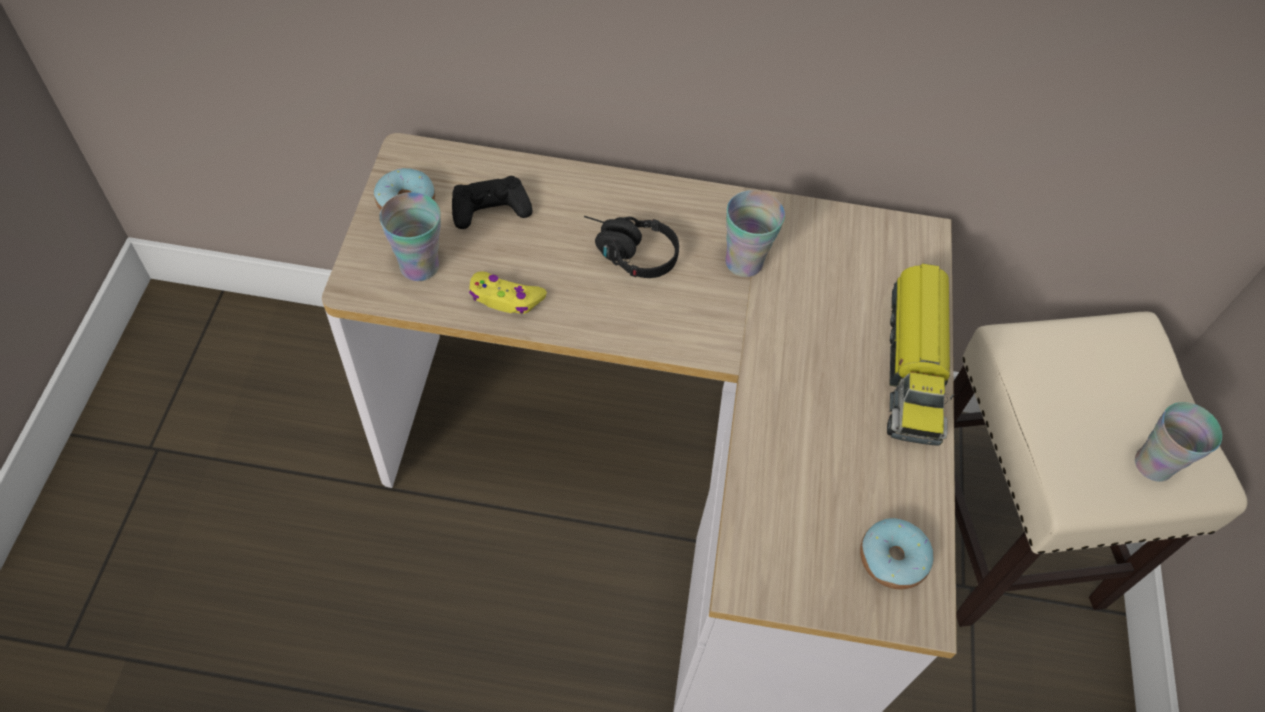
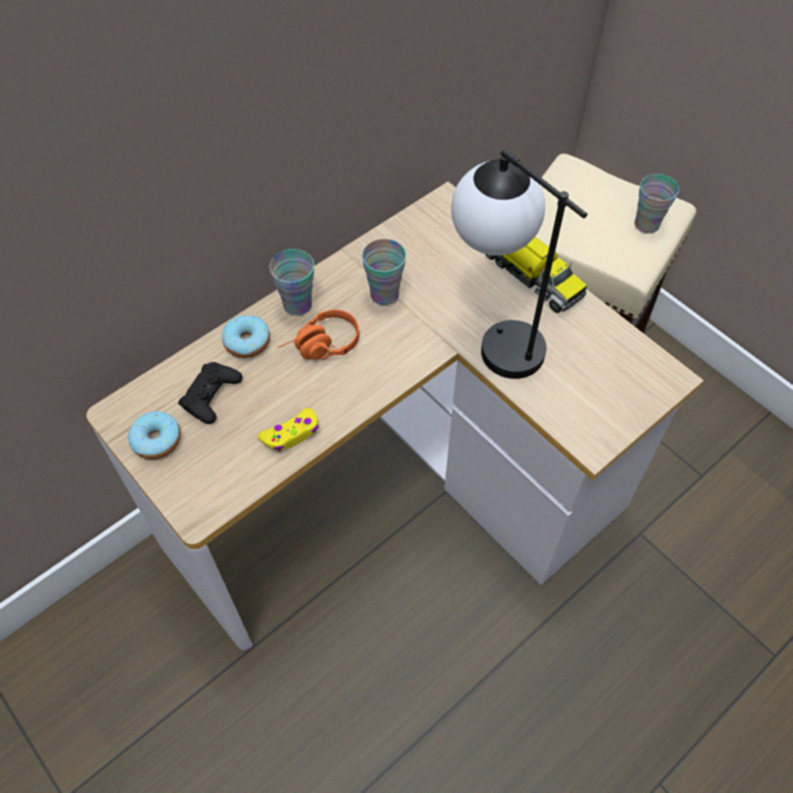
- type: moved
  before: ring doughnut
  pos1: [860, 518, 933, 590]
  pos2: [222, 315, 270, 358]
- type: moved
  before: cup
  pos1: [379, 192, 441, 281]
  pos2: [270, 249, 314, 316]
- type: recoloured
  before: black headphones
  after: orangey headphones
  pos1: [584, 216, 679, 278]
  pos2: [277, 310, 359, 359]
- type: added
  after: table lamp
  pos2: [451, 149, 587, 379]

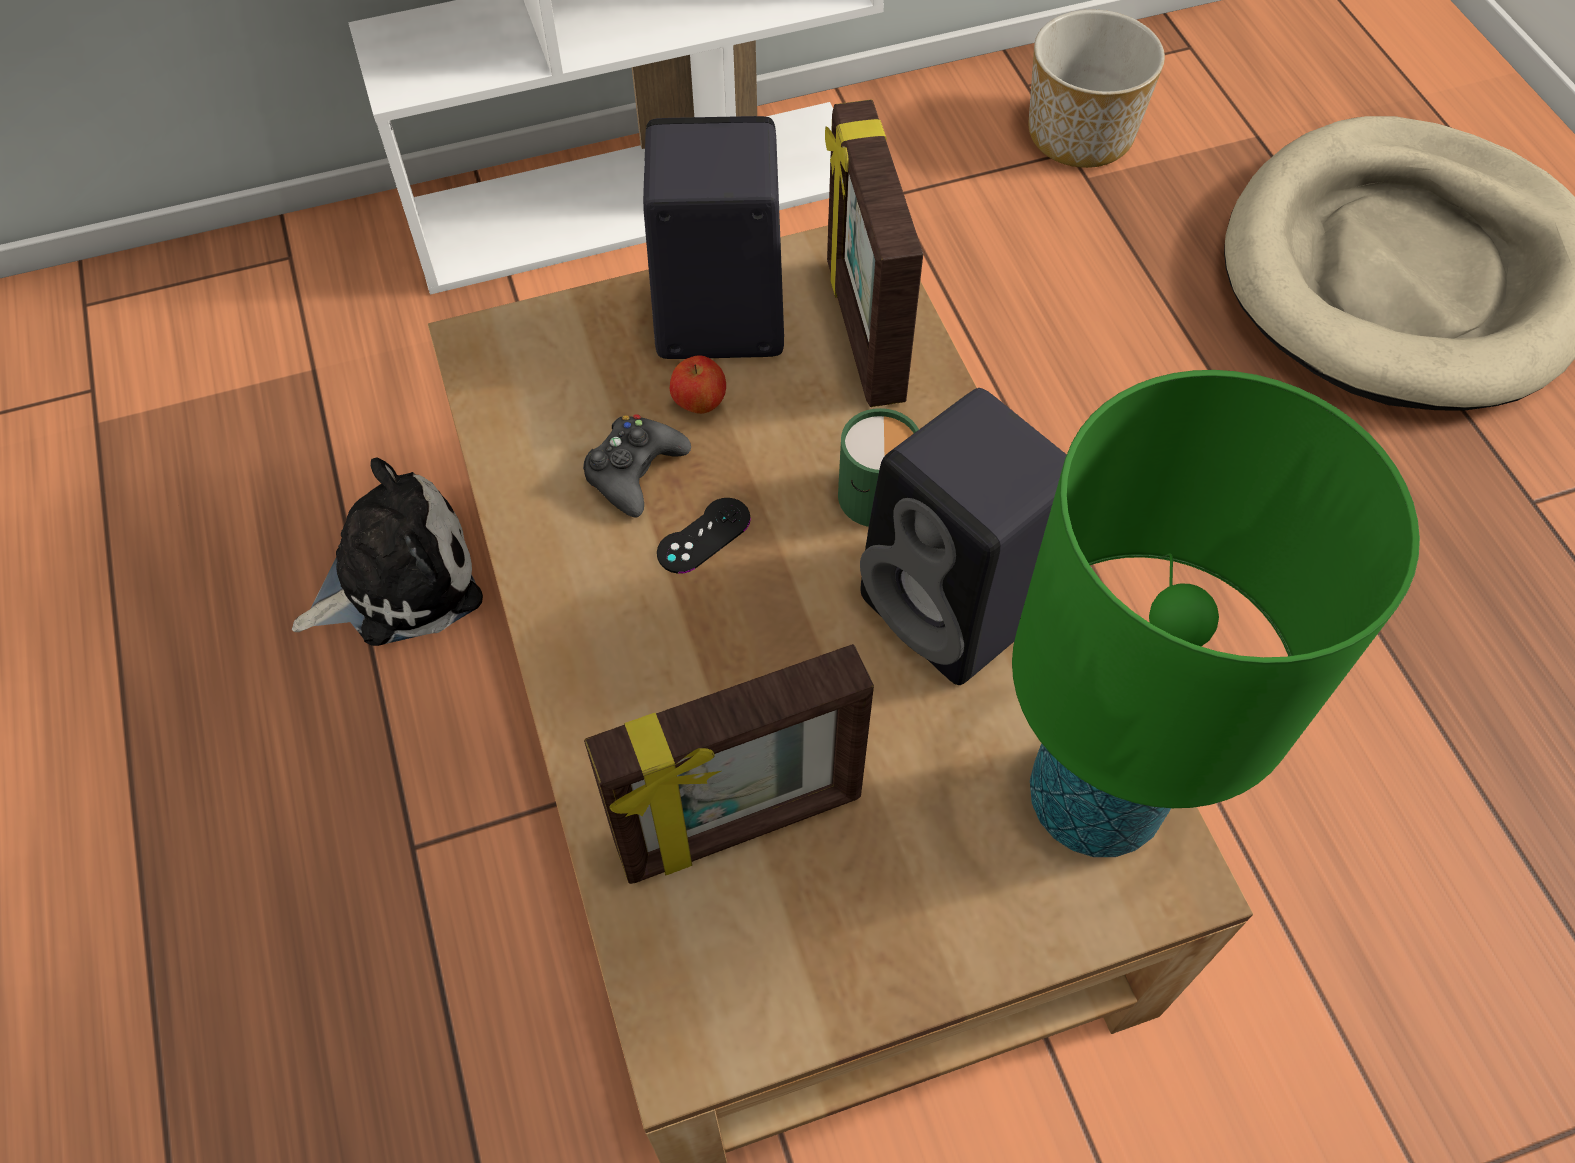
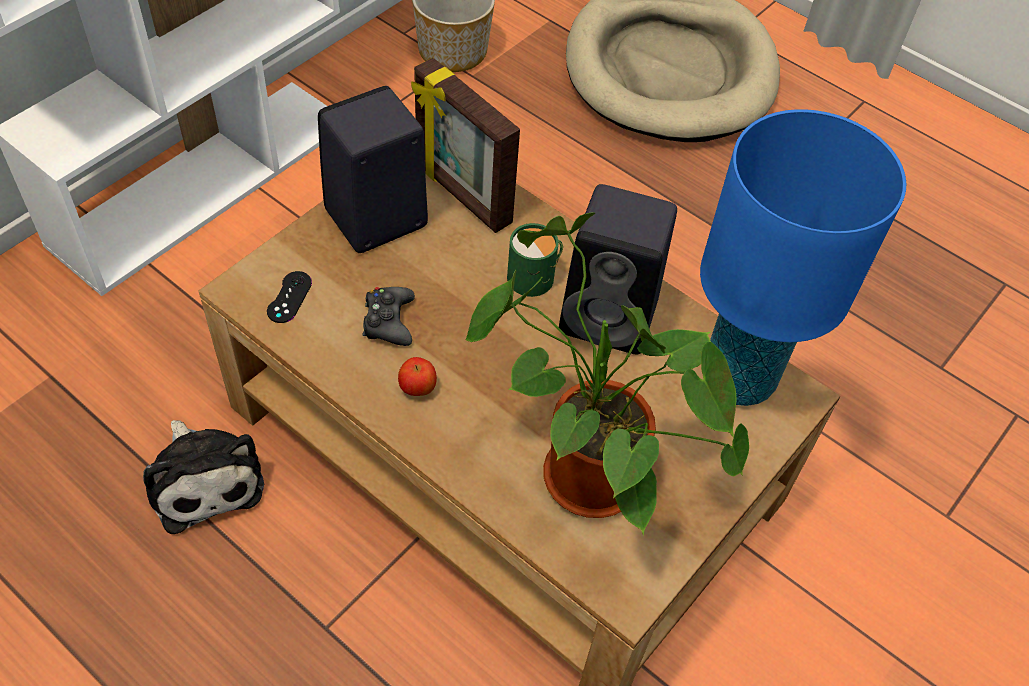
- type: turned
  before: cuddly toy
  pos1: [292, 457, 483, 646]
  pos2: [143, 420, 264, 534]
  turn: 120
- type: moved
  before: black joypad
  pos1: [657, 498, 751, 574]
  pos2: [267, 271, 312, 323]
- type: moved
  before: apple fruit
  pos1: [670, 355, 726, 414]
  pos2: [398, 357, 437, 396]
- type: replaced
  before: picture frame
  after: potted plant
  pos1: [584, 644, 874, 884]
  pos2: [466, 212, 749, 536]
- type: recoloured
  before: green table lamp
  after: bluish table lamp
  pos1: [1012, 370, 1420, 857]
  pos2: [700, 109, 906, 406]

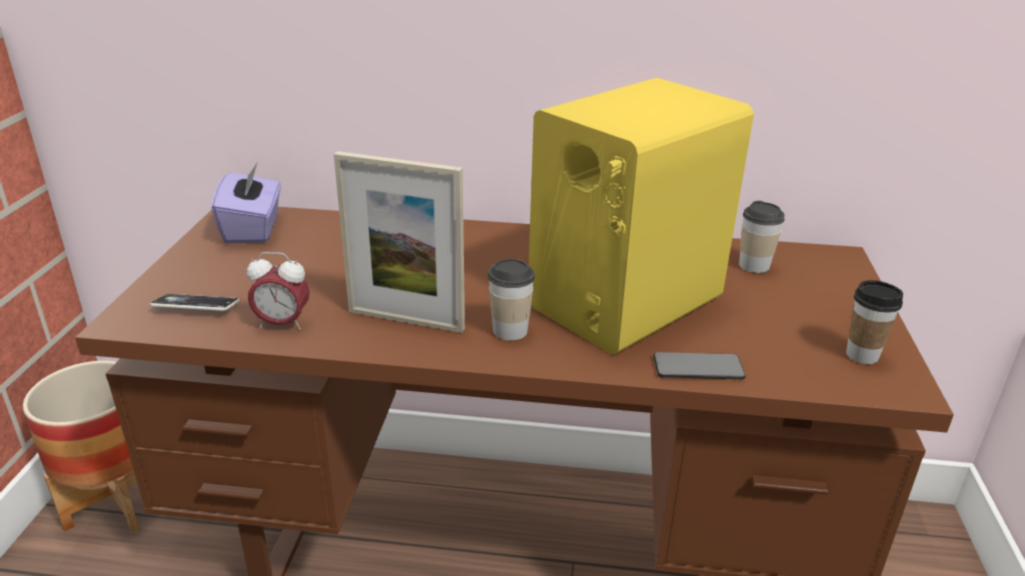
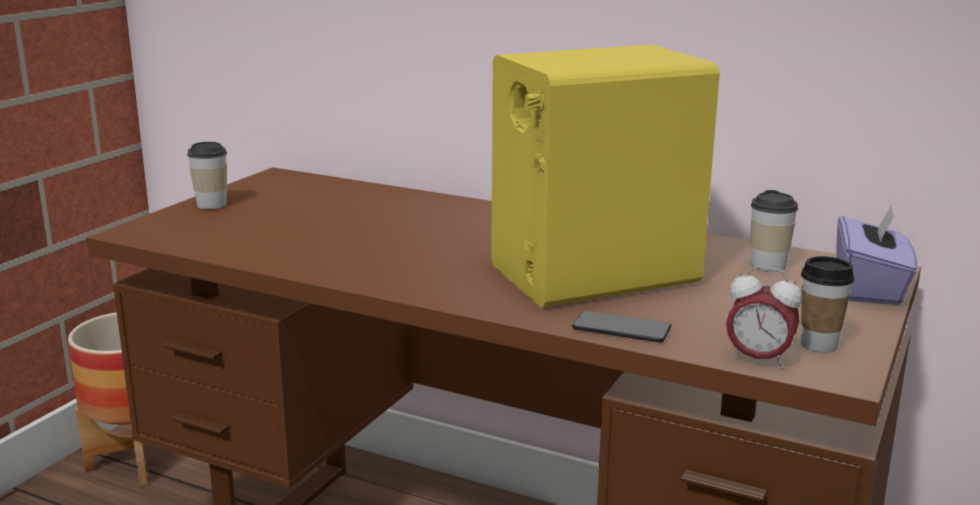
- type: moved
  before: cup
  pos1: [488, 259, 535, 341]
  pos2: [187, 142, 227, 209]
- type: moved
  before: bedside clock
  pos1: [247, 252, 310, 330]
  pos2: [726, 266, 802, 369]
- type: moved
  before: purplish tissue holder
  pos1: [212, 162, 281, 244]
  pos2: [836, 205, 918, 305]
- type: removed
  before: telephone
  pos1: [150, 294, 239, 311]
- type: removed
  before: picture frame
  pos1: [334, 151, 465, 333]

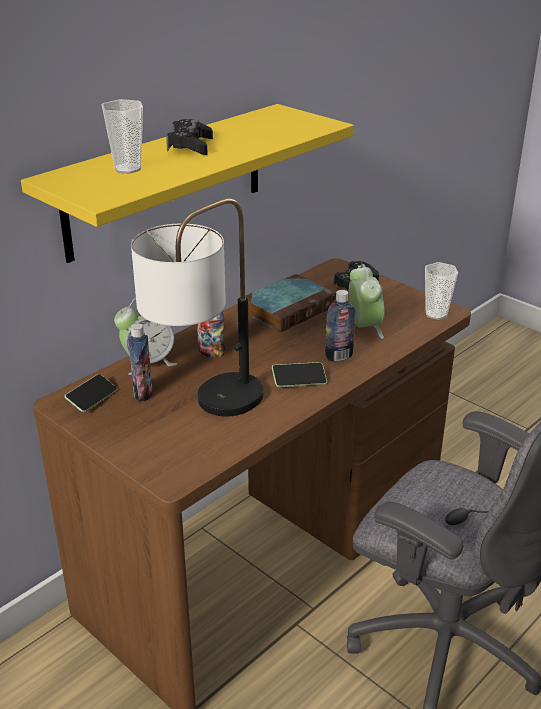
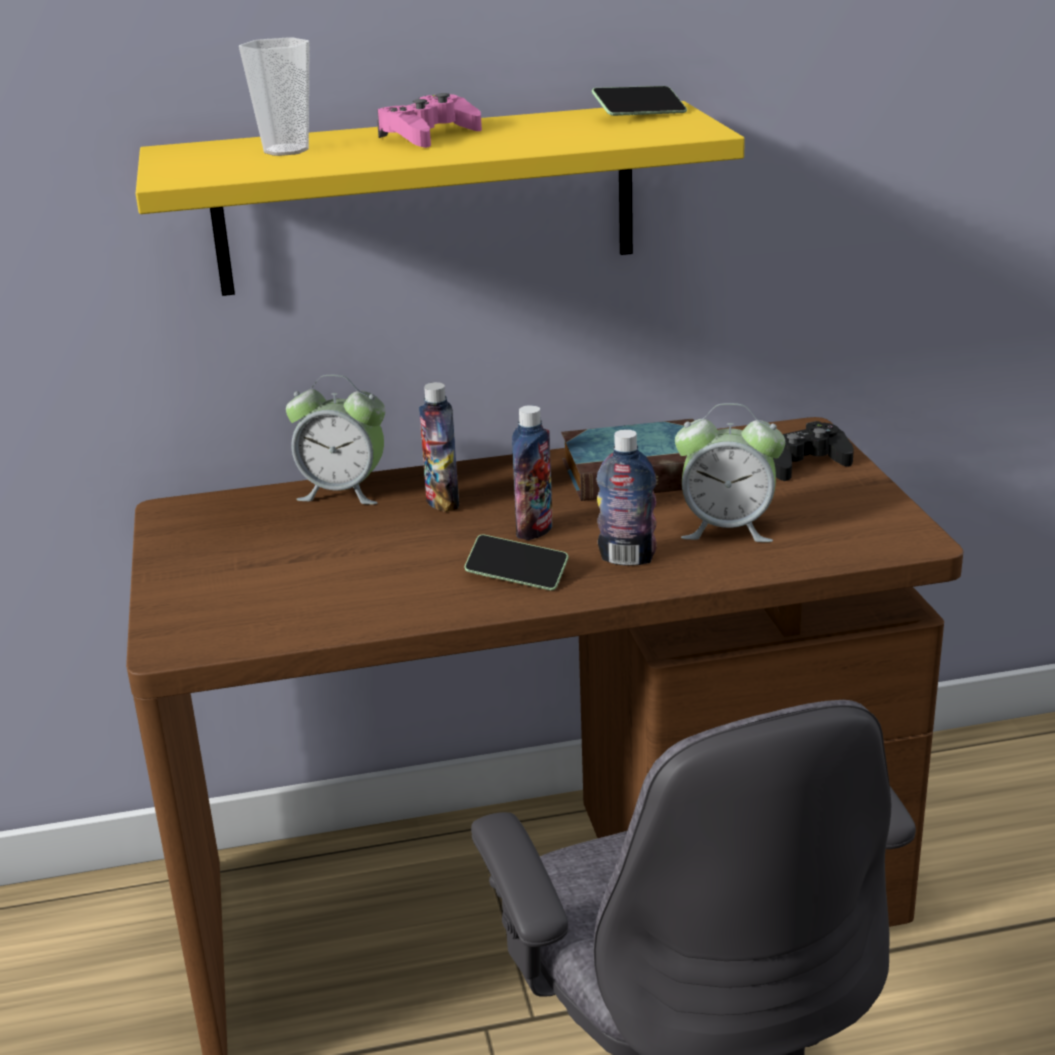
- type: recoloured
  before: black joypad
  after: pink-coloured joypad
  pos1: [166, 119, 213, 155]
  pos2: [377, 93, 482, 148]
- type: moved
  before: drink bottle
  pos1: [128, 323, 153, 401]
  pos2: [512, 405, 553, 540]
- type: moved
  before: telephone
  pos1: [65, 374, 117, 412]
  pos2: [592, 86, 687, 116]
- type: turned
  before: bedside clock
  pos1: [349, 264, 385, 339]
  pos2: [675, 403, 785, 542]
  turn: 75
- type: removed
  before: table lamp
  pos1: [131, 198, 263, 416]
- type: removed
  before: cup
  pos1: [425, 262, 458, 320]

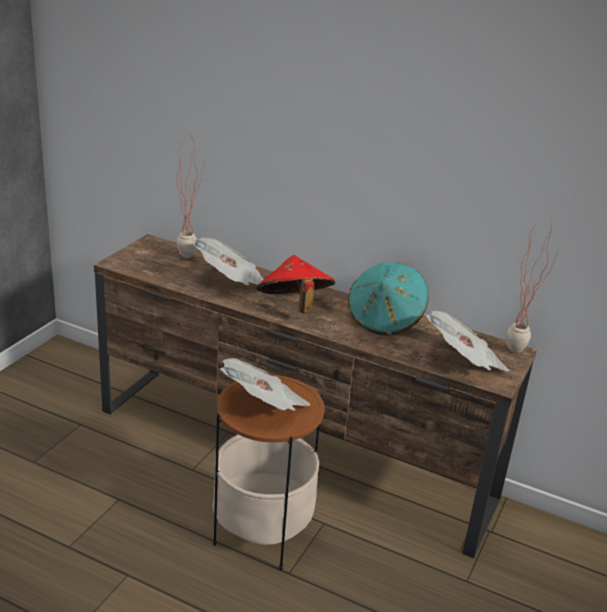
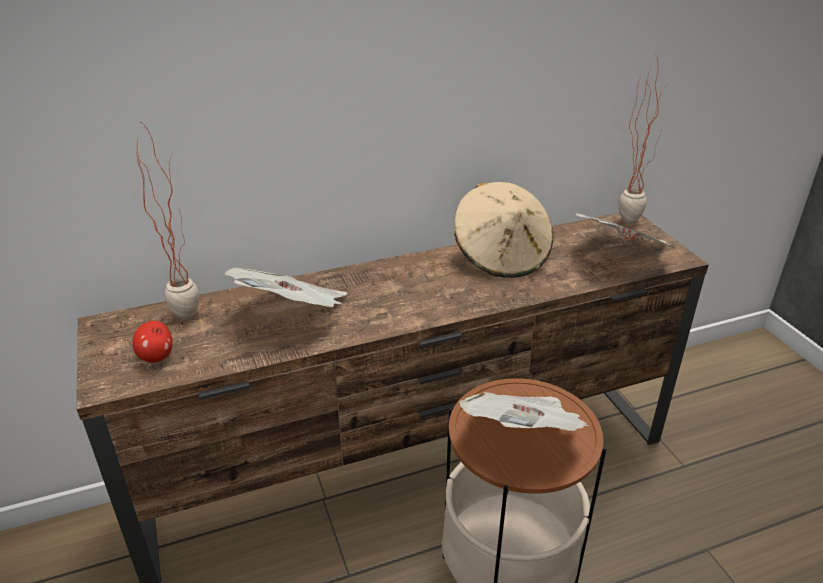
- type: added
  after: apple fruit
  pos2: [132, 321, 173, 363]
- type: recoloured
  before: turquoise hat
  after: sand-coloured hat
  pos1: [348, 262, 429, 336]
  pos2: [454, 182, 554, 278]
- type: removed
  before: red-coloured hat
  pos1: [256, 255, 335, 314]

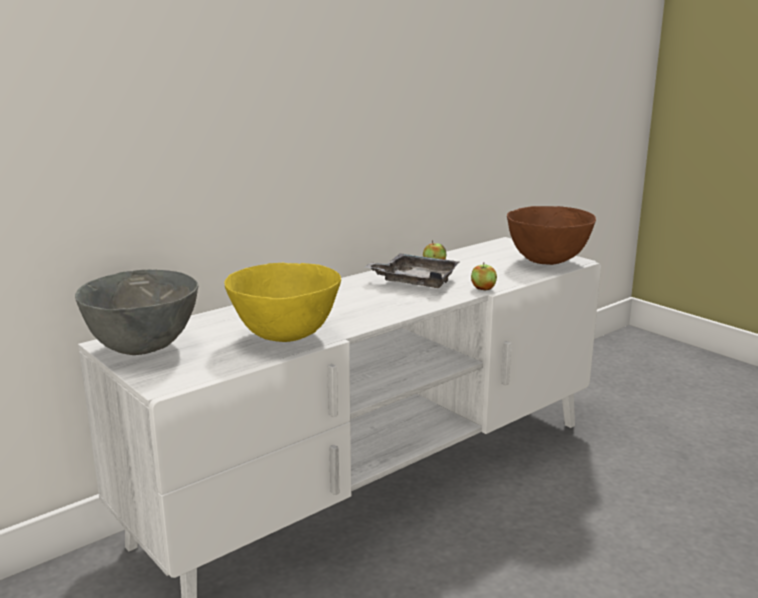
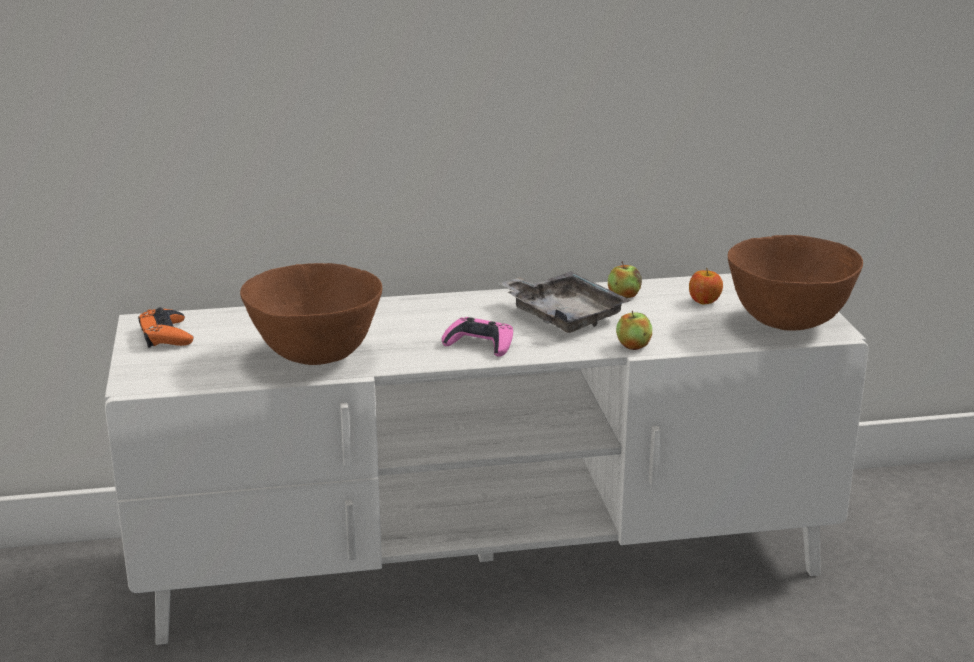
- type: replaced
  before: greyish serving bowl
  after: orangey joypad
  pos1: [75, 270, 198, 355]
  pos2: [138, 307, 194, 348]
- type: recoloured
  before: yellow serving bowl
  after: brown serving bowl
  pos1: [224, 263, 341, 342]
  pos2: [240, 263, 382, 365]
- type: added
  after: pink-coloured joypad
  pos2: [442, 317, 513, 357]
- type: added
  after: apple fruit
  pos2: [689, 268, 723, 304]

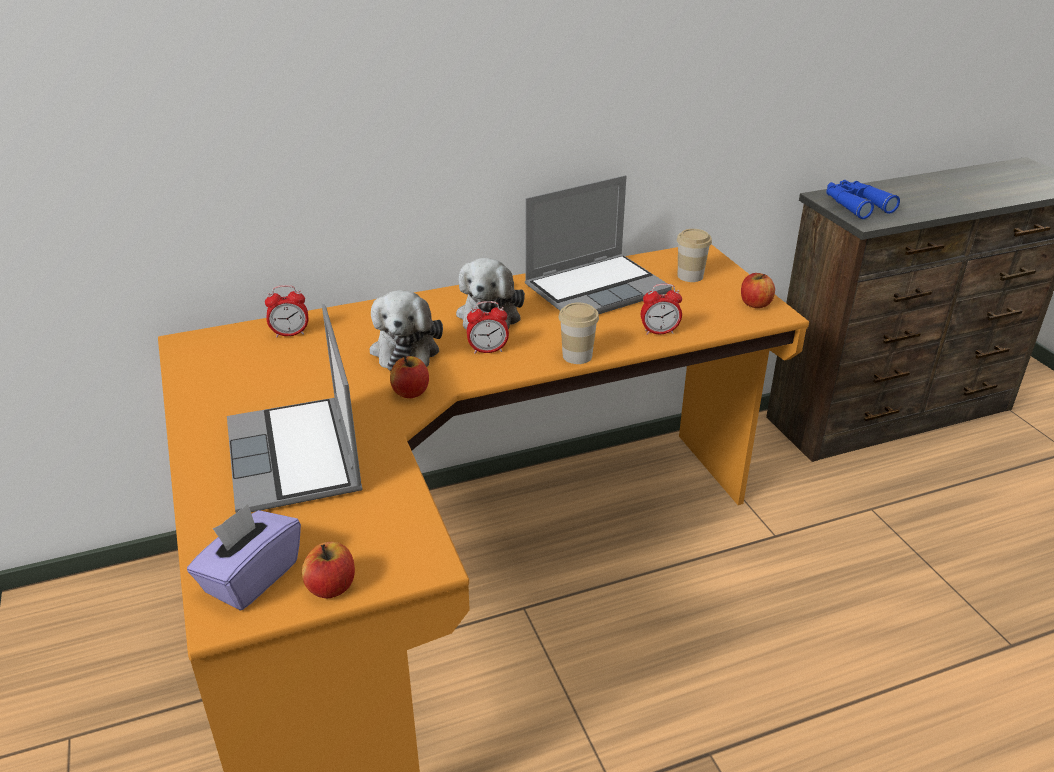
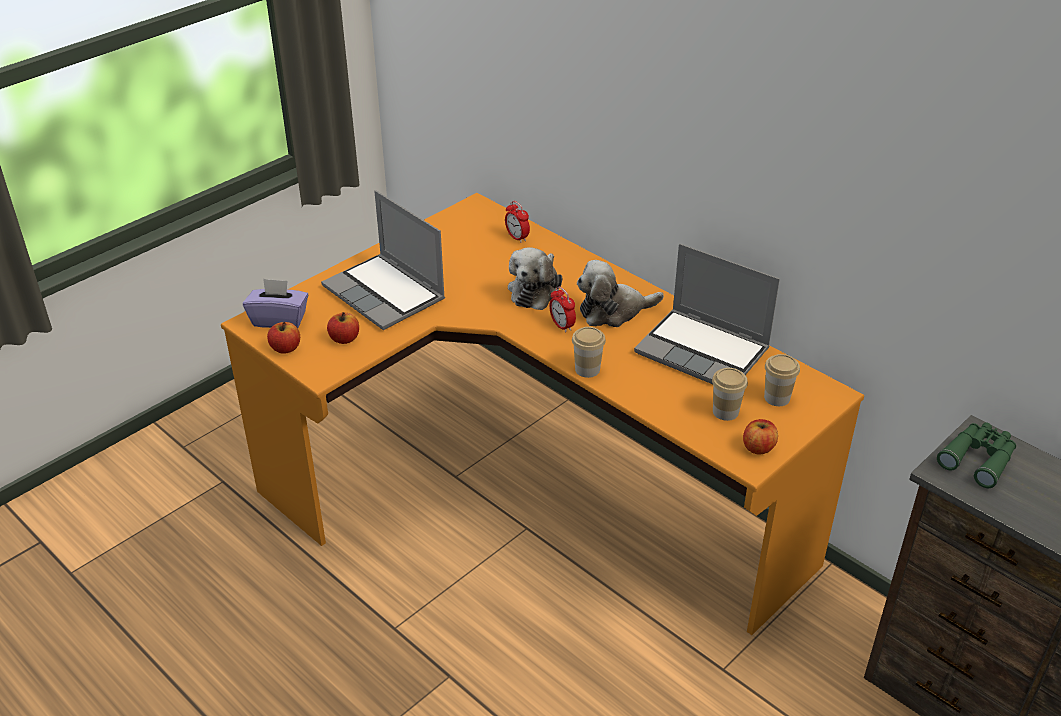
- type: turned
  before: laptop
  pos1: [227, 304, 362, 513]
  pos2: [321, 190, 445, 330]
  turn: -90
- type: moved
  before: apple fruit
  pos1: [390, 356, 429, 398]
  pos2: [327, 312, 359, 344]
- type: turned
  before: cuddly toy
  pos1: [370, 290, 443, 371]
  pos2: [508, 247, 563, 310]
  turn: -45
- type: added
  after: cup
  pos2: [712, 368, 748, 421]
- type: recoloured
  before: bluish binoculars
  after: green binoculars
  pos1: [826, 180, 900, 219]
  pos2: [937, 422, 1016, 488]
- type: removed
  before: bedside clock
  pos1: [641, 284, 682, 335]

